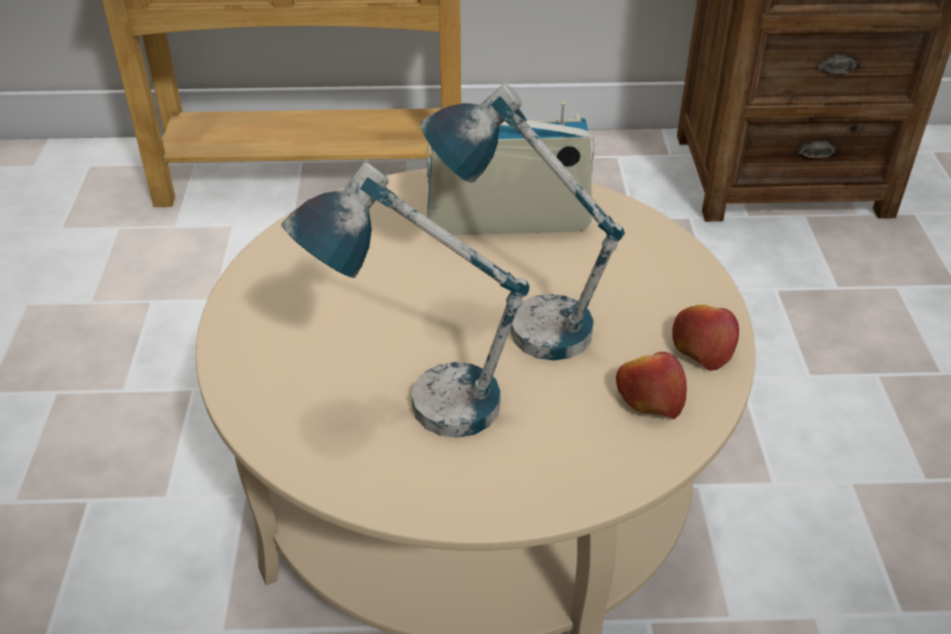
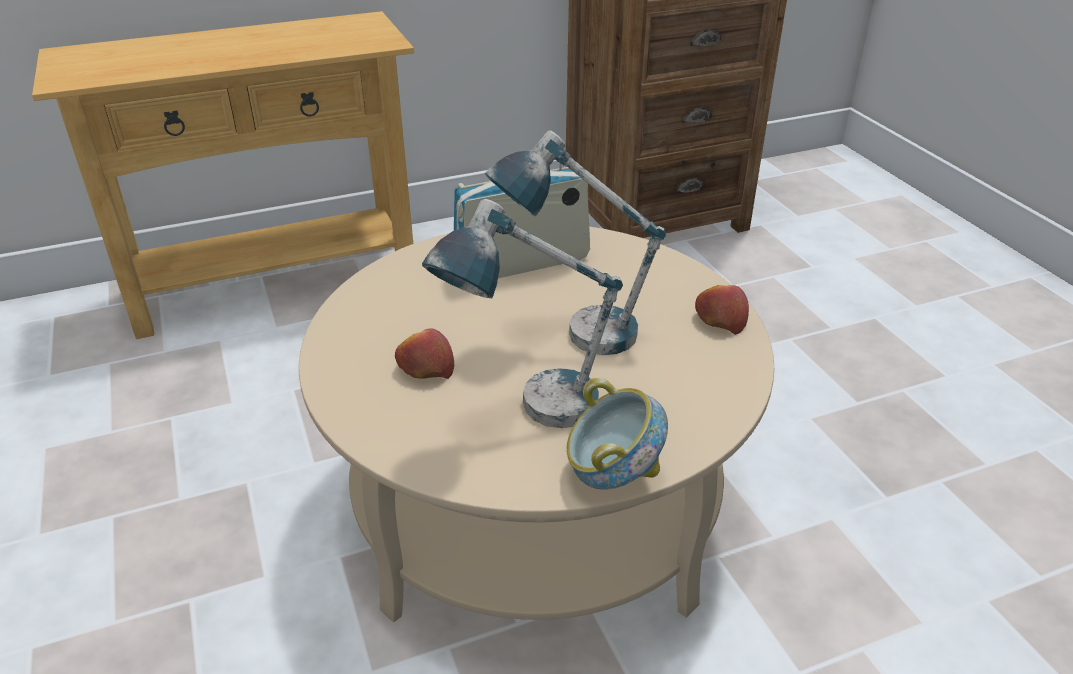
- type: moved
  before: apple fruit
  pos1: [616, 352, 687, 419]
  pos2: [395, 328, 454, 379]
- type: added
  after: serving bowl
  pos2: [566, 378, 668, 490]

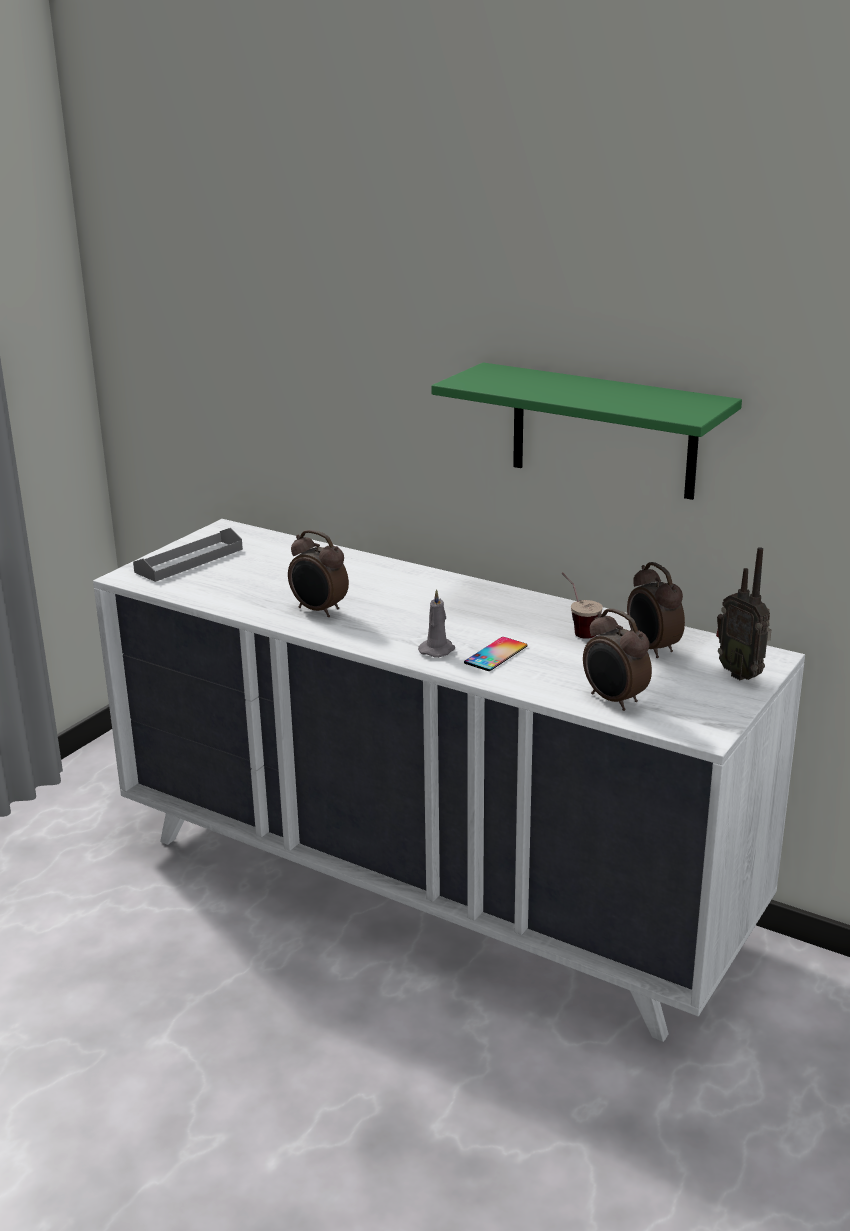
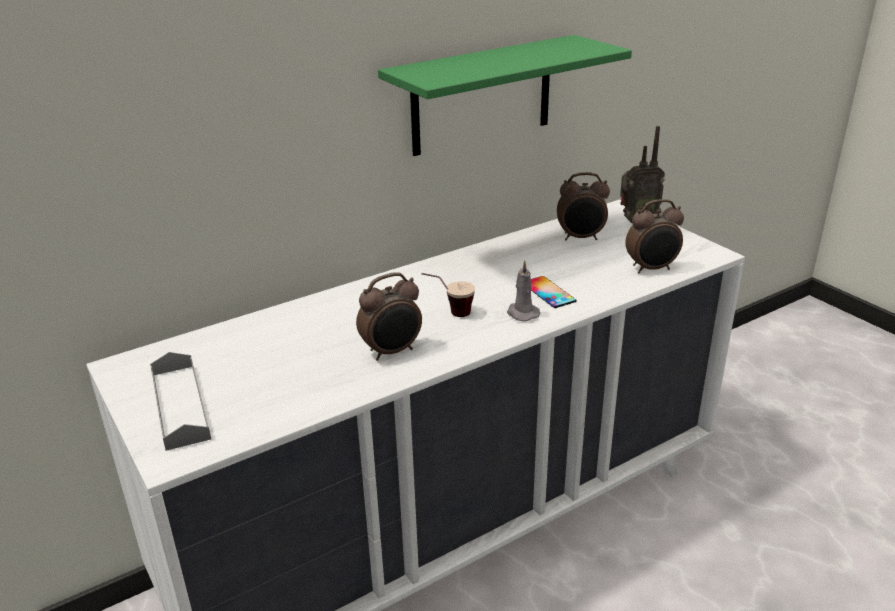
- type: moved
  before: cup
  pos1: [562, 572, 603, 639]
  pos2: [421, 273, 475, 317]

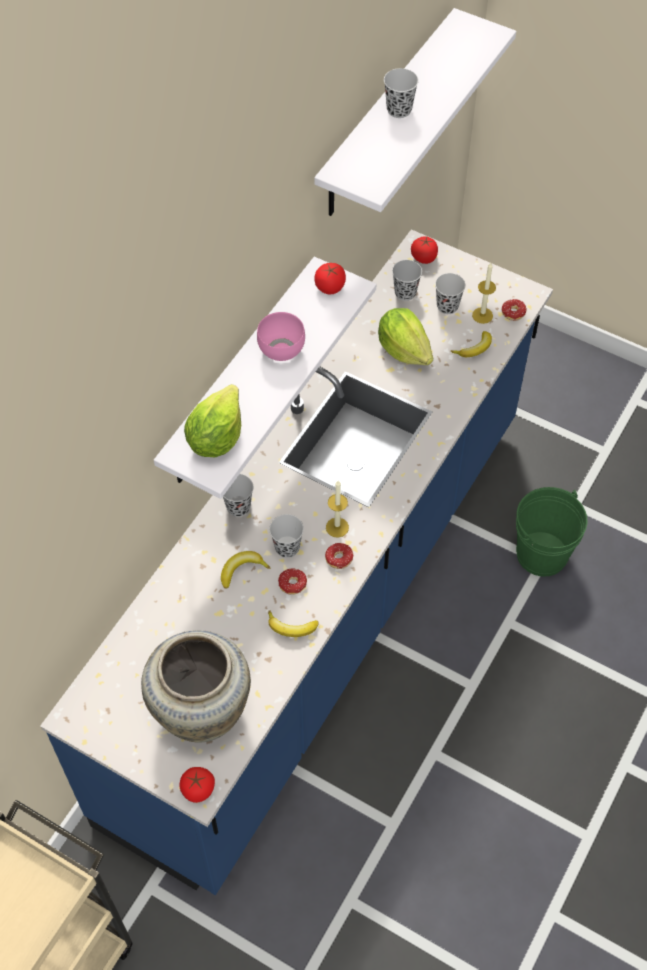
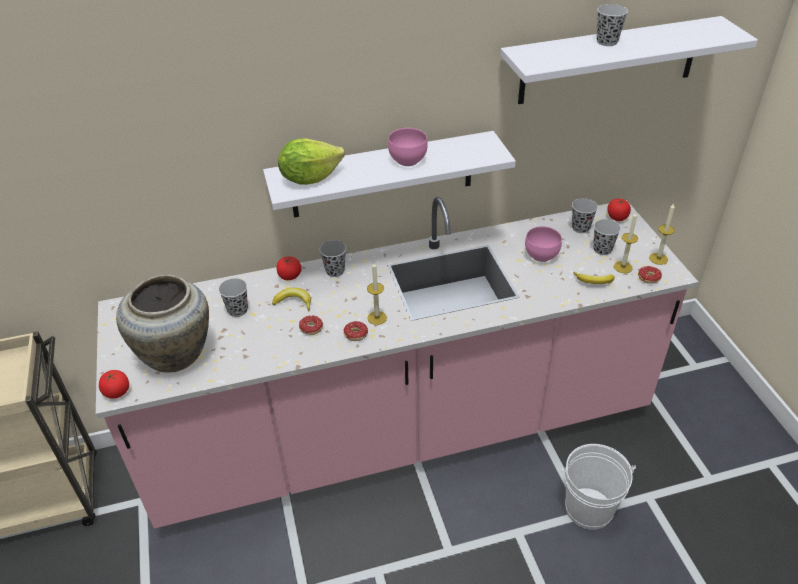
- type: recoloured
  before: bluish kitchen counter
  after: pink-coloured kitchen counter
  pos1: [40, 229, 553, 895]
  pos2: [96, 197, 698, 529]
- type: moved
  before: black cup
  pos1: [269, 514, 304, 558]
  pos2: [218, 278, 248, 317]
- type: moved
  before: tomato
  pos1: [314, 263, 346, 294]
  pos2: [277, 256, 302, 280]
- type: replaced
  before: lettuce head
  after: pink-coloured serving bowl
  pos1: [378, 308, 433, 365]
  pos2: [525, 226, 562, 262]
- type: recoloured
  before: green pail
  after: whitish pail
  pos1: [516, 487, 587, 577]
  pos2: [561, 444, 636, 530]
- type: added
  after: wax light
  pos2: [649, 204, 675, 265]
- type: removed
  before: whole banana
  pos1: [268, 610, 319, 637]

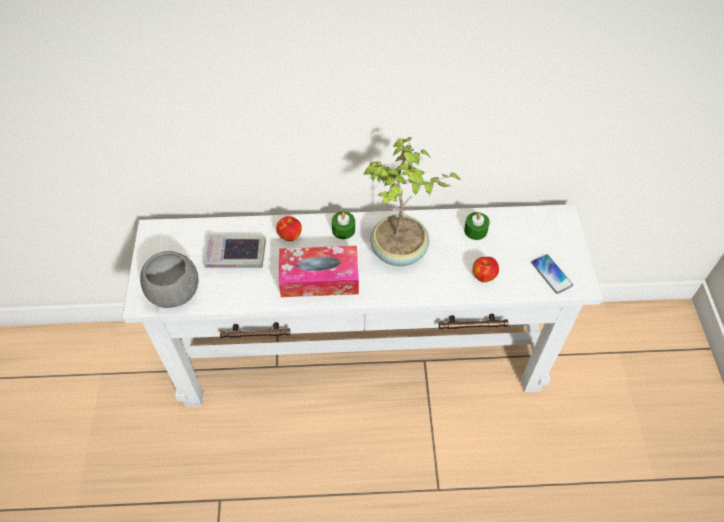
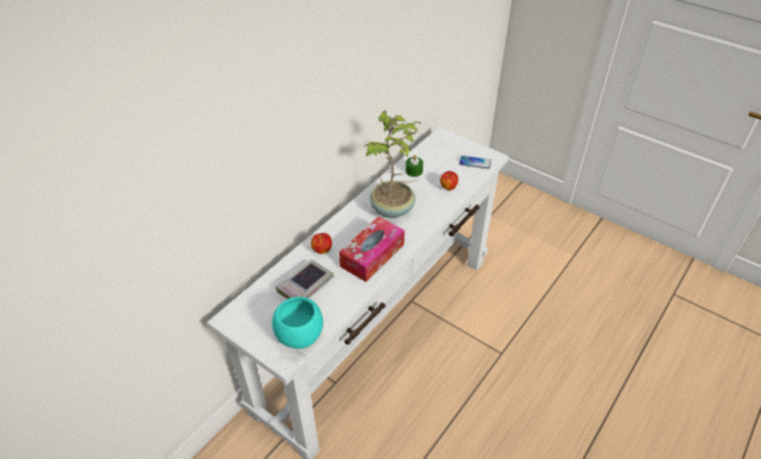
- type: recoloured
  before: greyish serving bowl
  after: turquoise serving bowl
  pos1: [140, 251, 198, 308]
  pos2: [272, 297, 323, 349]
- type: removed
  before: green wax light
  pos1: [332, 211, 355, 239]

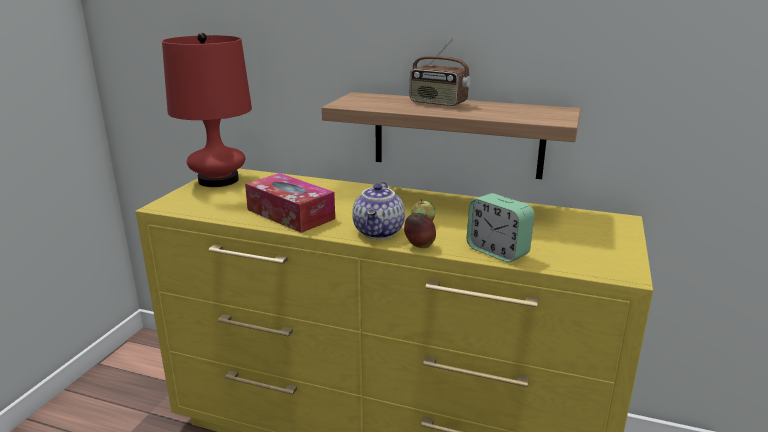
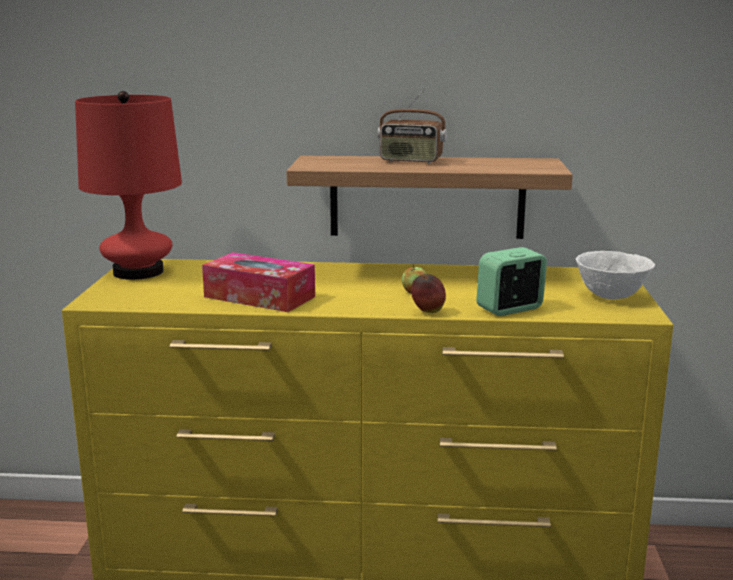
- type: turned
  before: bedside clock
  pos1: [467, 193, 535, 262]
  pos2: [477, 247, 547, 316]
  turn: 120
- type: added
  after: whitish serving bowl
  pos2: [576, 251, 655, 300]
- type: removed
  before: tea pot
  pos1: [352, 182, 405, 239]

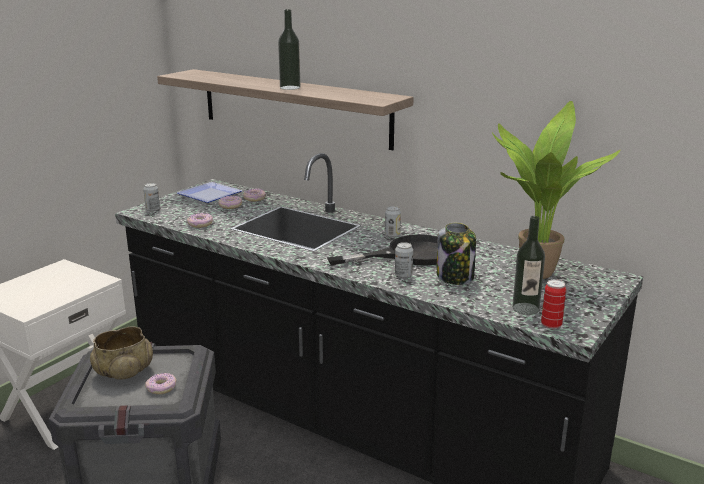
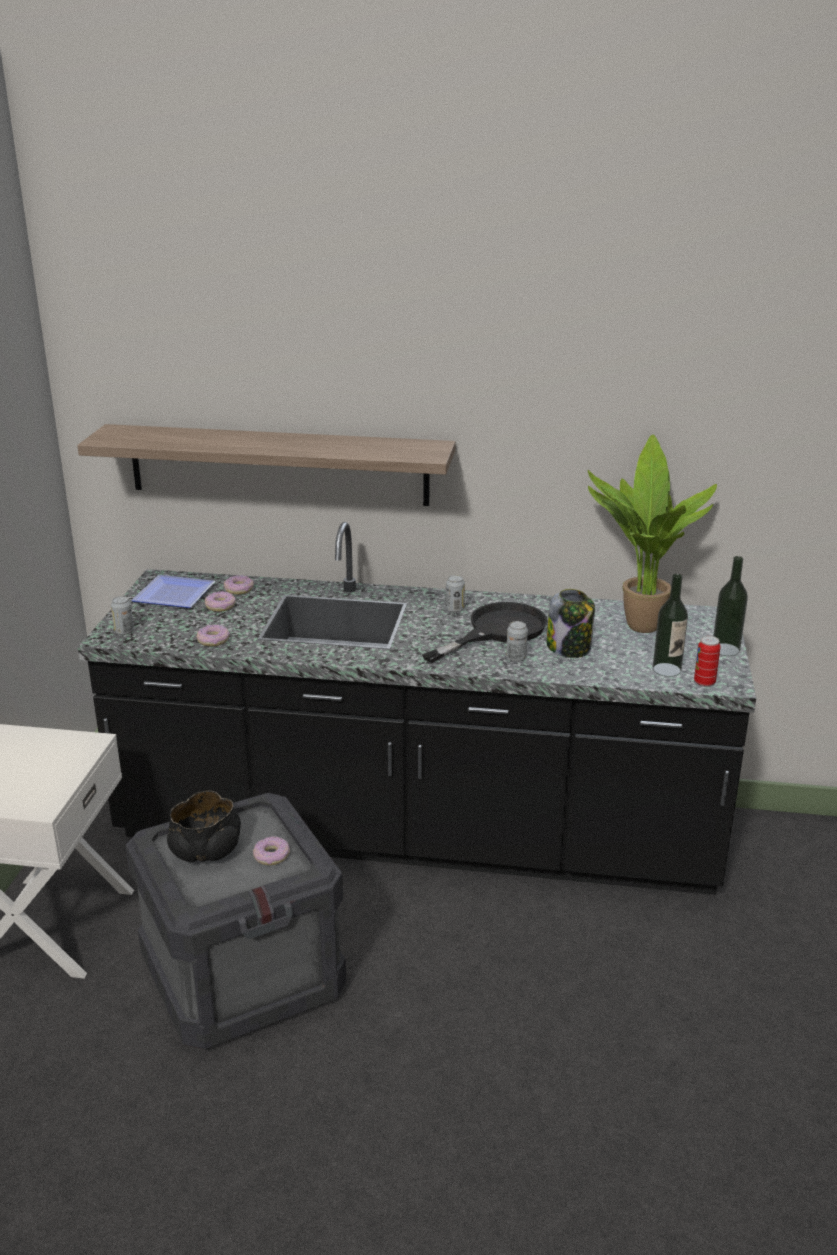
- type: recoloured
  before: sand-coloured serving bowl
  after: black serving bowl
  pos1: [90, 327, 153, 380]
  pos2: [167, 791, 241, 862]
- type: moved
  before: drink bottle
  pos1: [278, 9, 300, 90]
  pos2: [713, 556, 748, 656]

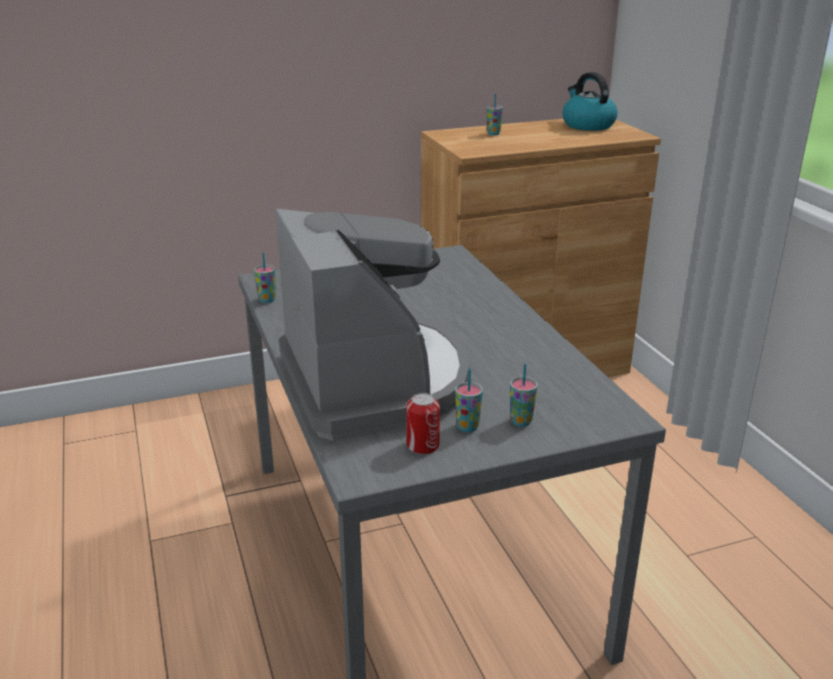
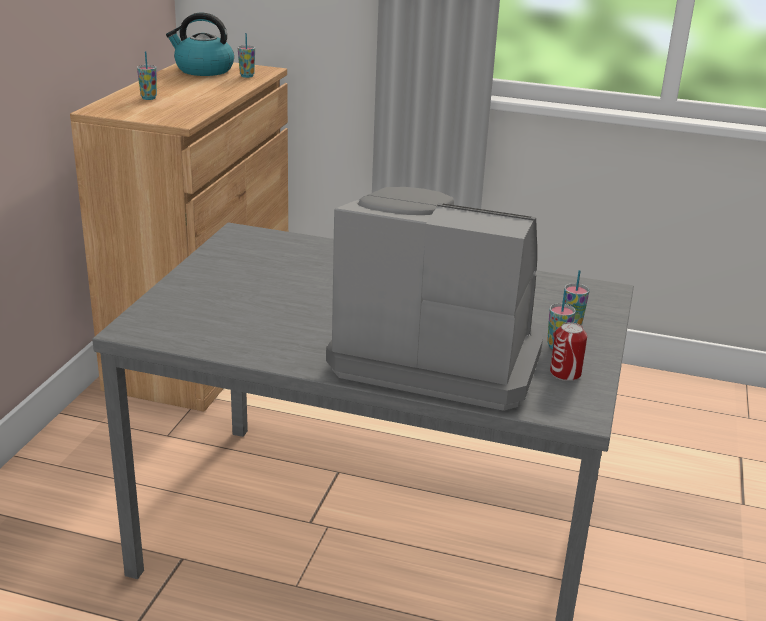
- type: moved
  before: cup
  pos1: [254, 253, 276, 303]
  pos2: [238, 33, 255, 78]

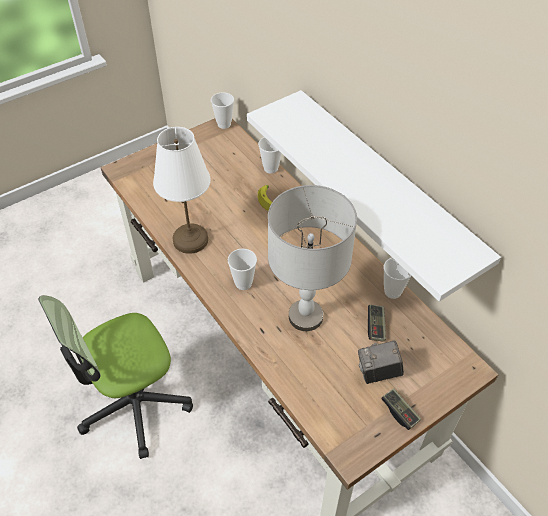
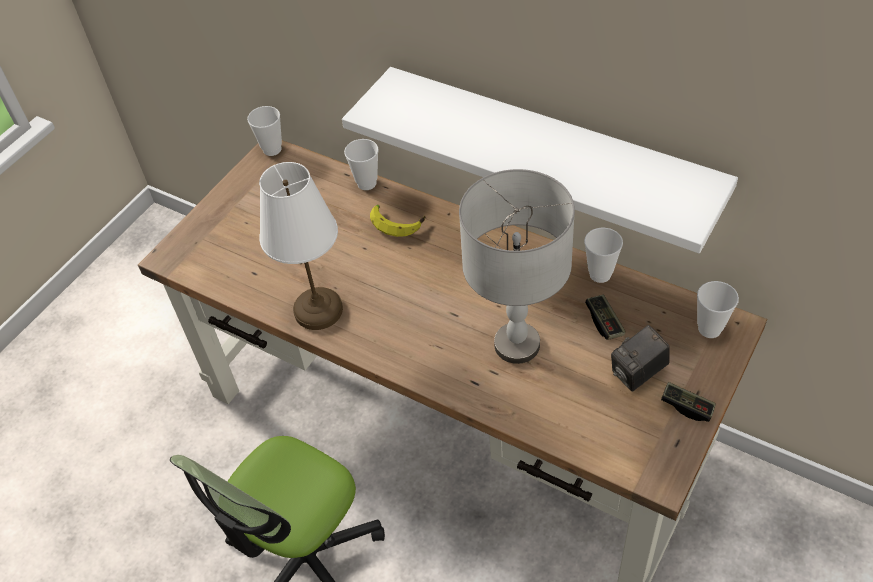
- type: moved
  before: cup
  pos1: [228, 249, 257, 290]
  pos2: [697, 281, 739, 338]

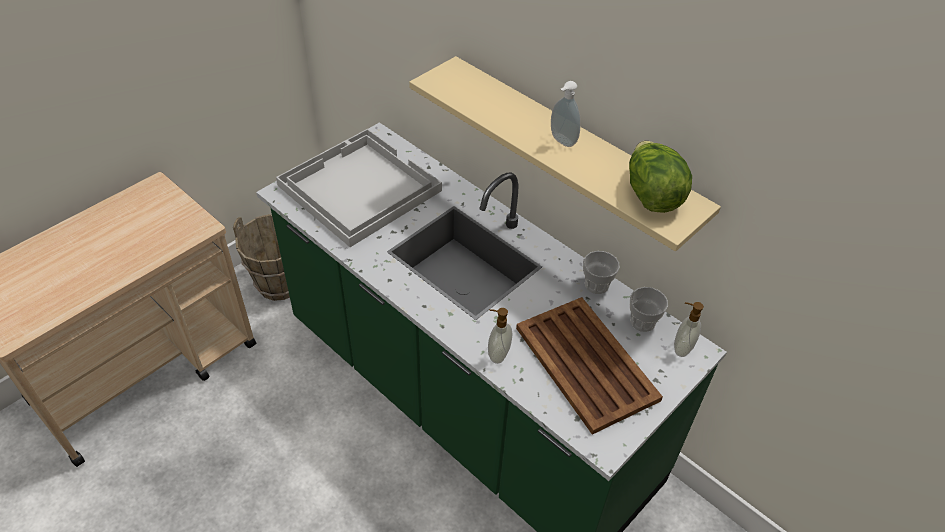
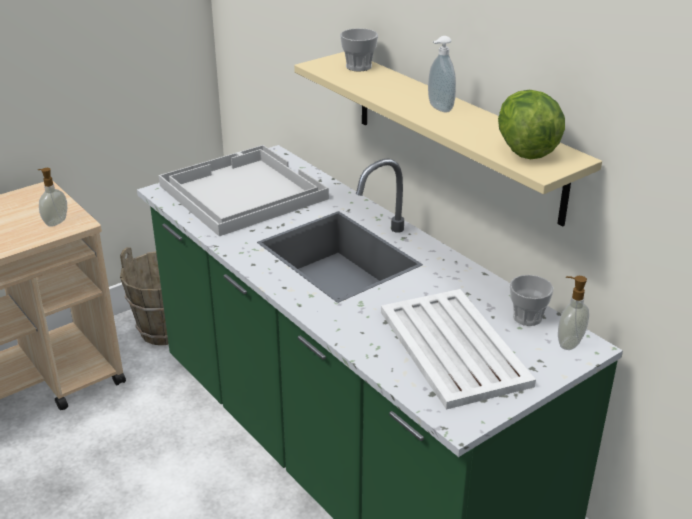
- type: moved
  before: soap bottle
  pos1: [488, 308, 513, 364]
  pos2: [38, 168, 67, 227]
- type: moved
  before: cup
  pos1: [583, 251, 620, 294]
  pos2: [340, 28, 378, 71]
- type: recoloured
  before: brown tray
  after: whitish tray
  pos1: [516, 297, 663, 435]
  pos2: [381, 289, 536, 410]

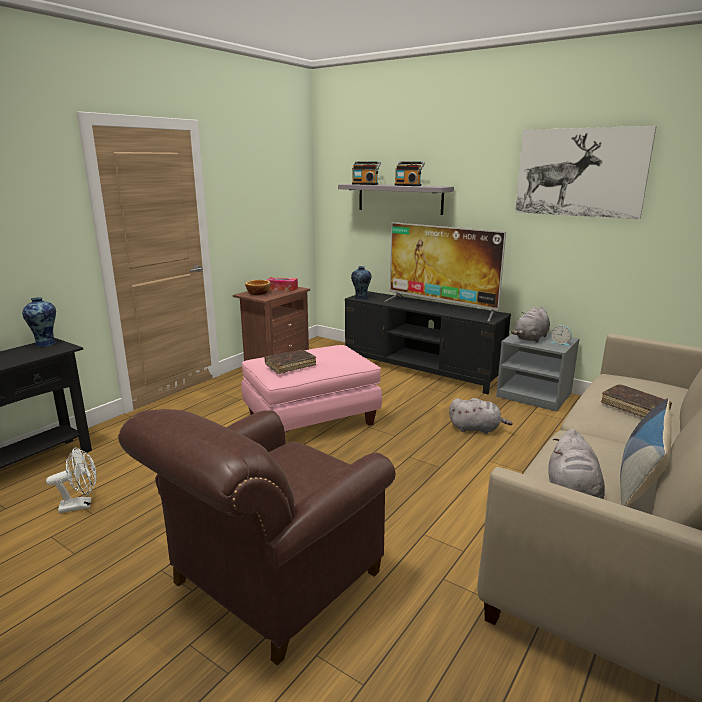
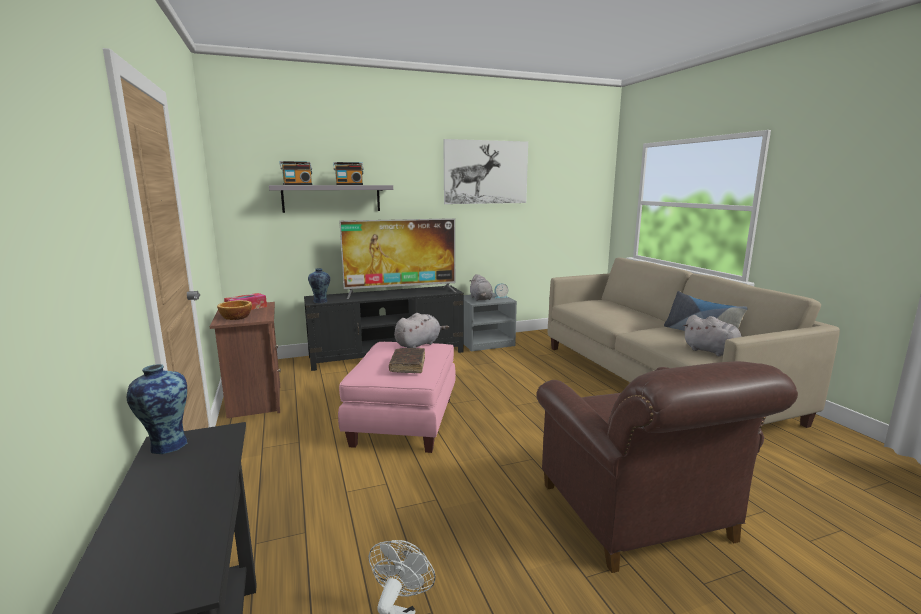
- type: moved
  before: greyish cuddly toy
  pos1: [449, 398, 513, 434]
  pos2: [394, 313, 449, 348]
- type: removed
  before: brown volume
  pos1: [601, 384, 672, 418]

